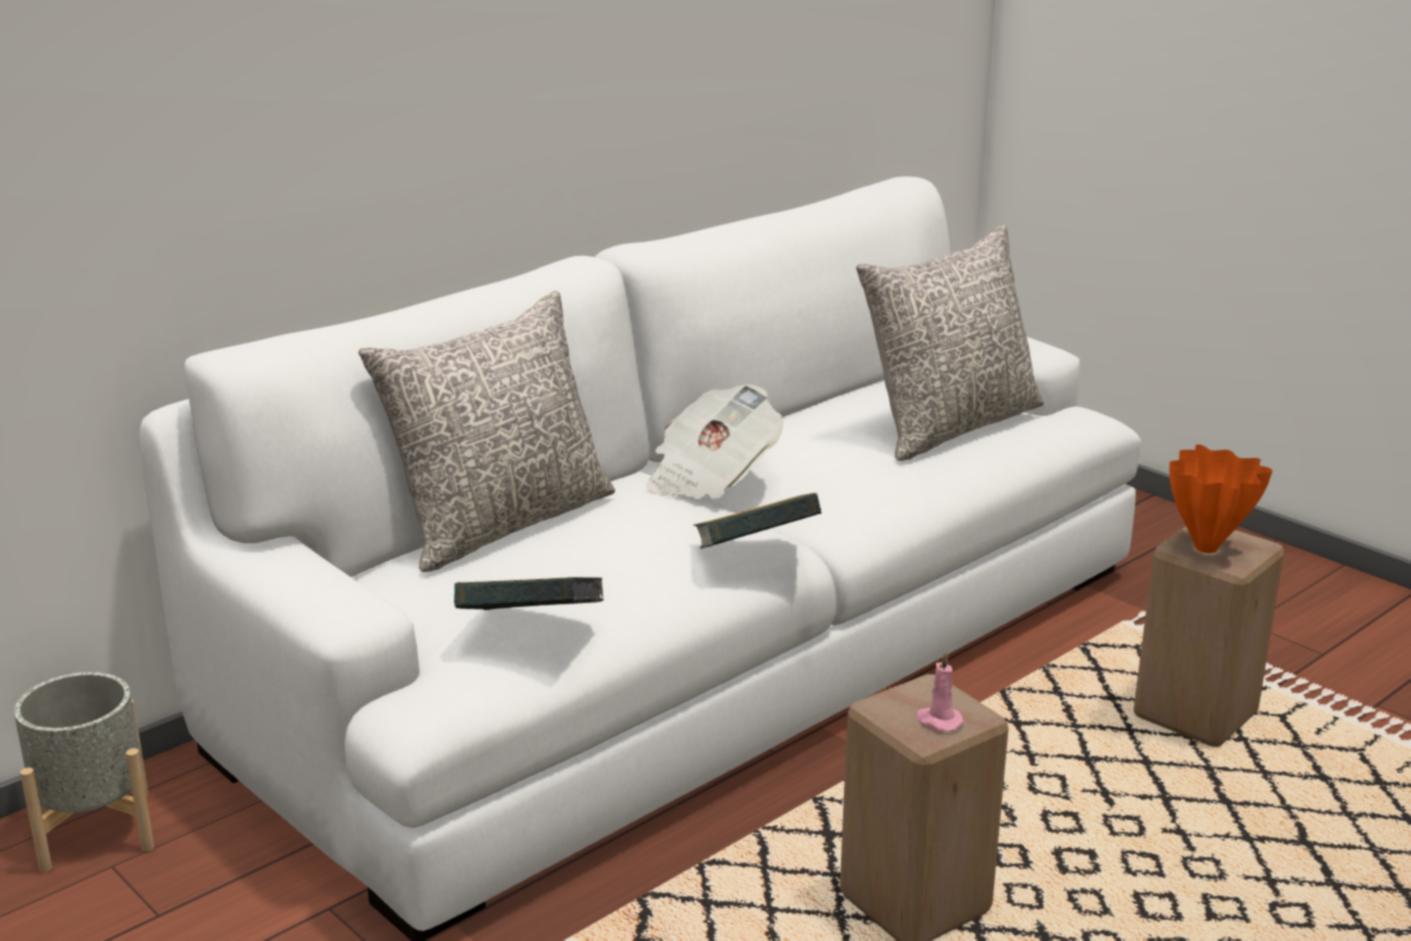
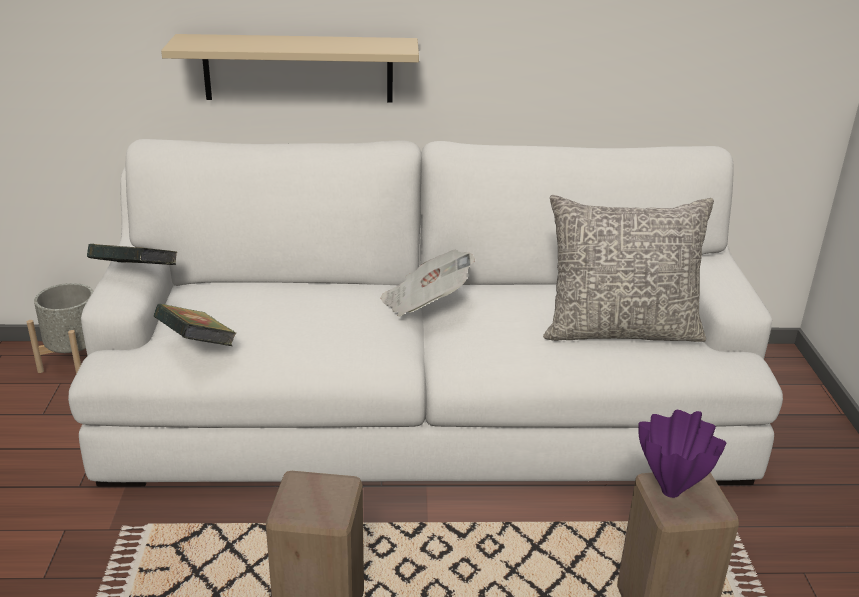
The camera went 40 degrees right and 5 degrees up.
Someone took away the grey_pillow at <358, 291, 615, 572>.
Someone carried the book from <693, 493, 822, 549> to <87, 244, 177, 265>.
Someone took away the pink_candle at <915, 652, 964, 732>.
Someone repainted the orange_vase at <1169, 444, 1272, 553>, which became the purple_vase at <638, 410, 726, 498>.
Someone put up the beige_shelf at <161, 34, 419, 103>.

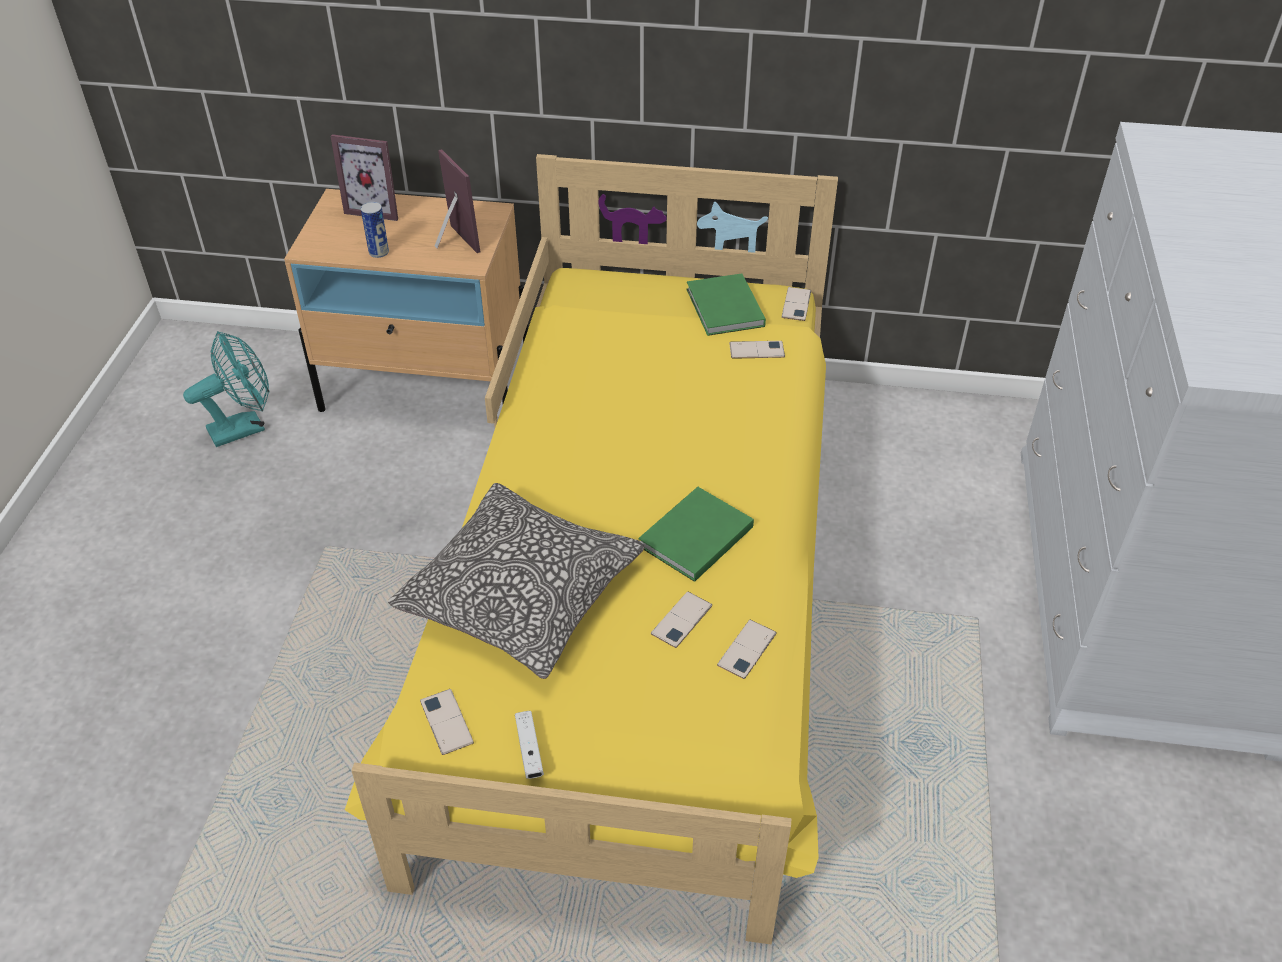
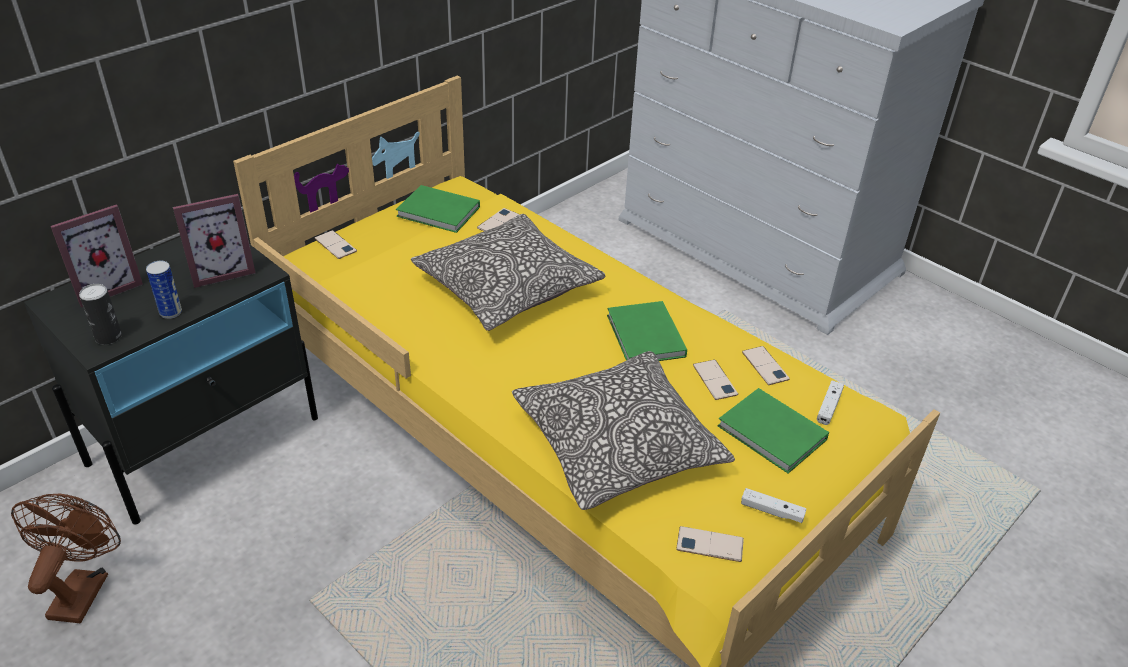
The camera went 55 degrees left and 5 degrees down.
Someone repainted the turquoise_fan at <183, 331, 270, 447>, which became the brown_fan at <11, 494, 121, 623>.
Someone repainted the beige_nightstand at <284, 189, 528, 412>, which became the black_nightstand at <24, 237, 318, 524>.
Someone rotated the picture_frame at <435, 149, 480, 253> by 150 degrees clockwise.
Someone carried the phone from <782, 287, 811, 321> to <315, 230, 357, 259>.
Someone put down the can at <79, 284, 122, 345>.
Someone put down the pillow at <411, 214, 605, 331>.
Someone put down the green_book at <717, 388, 829, 474>.
Someone put down the white_game_controller at <817, 381, 844, 425>.

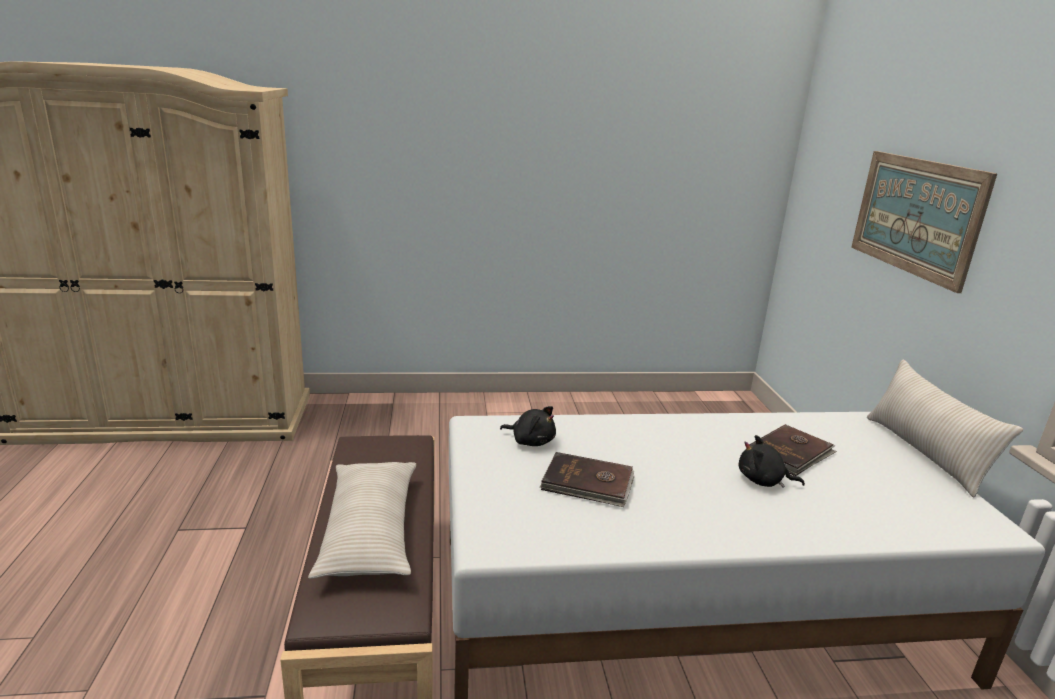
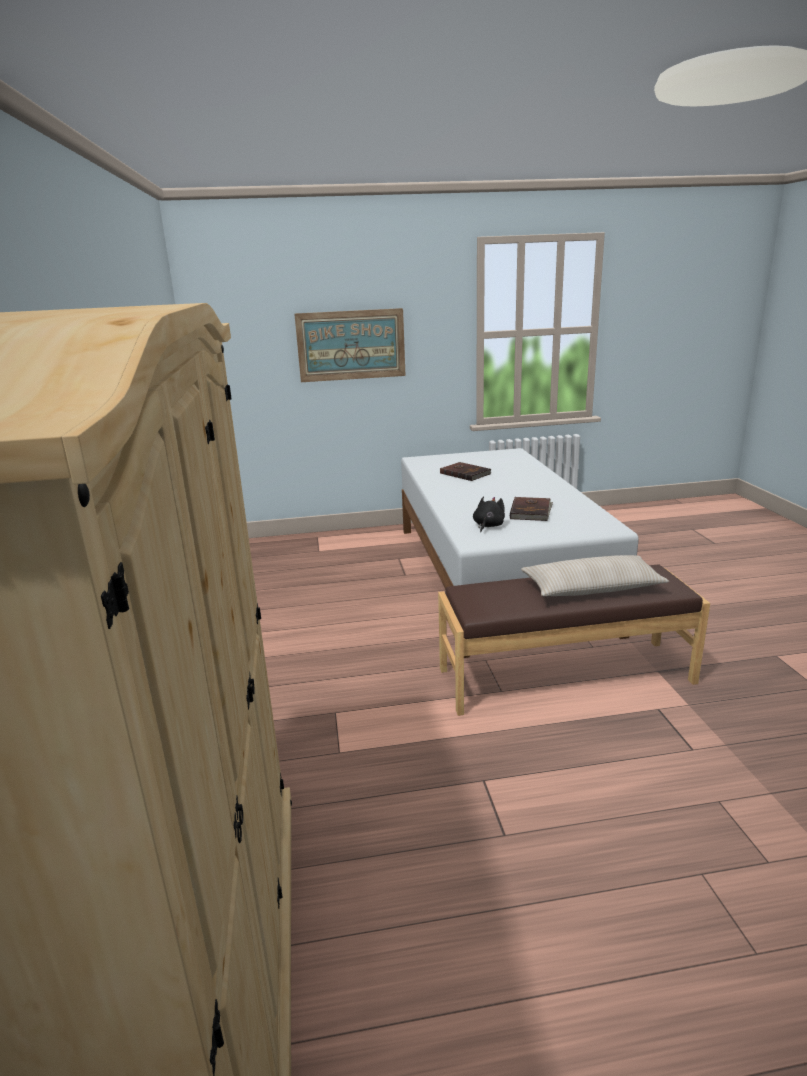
The camera went 90 degrees left and 0 degrees up.
Someone took away the black_plush_toy at <738, 435, 805, 488>.
Someone took away the beige_pillow at <867, 360, 1023, 497>.

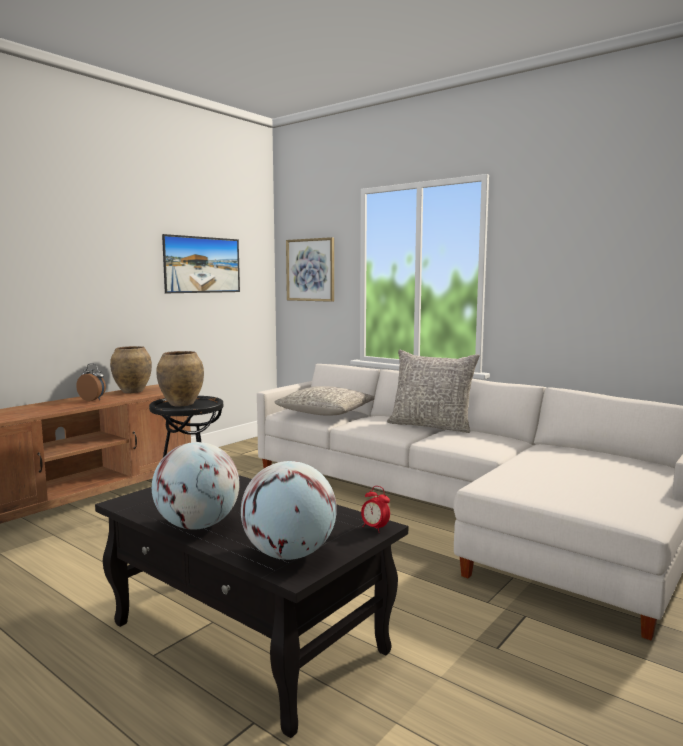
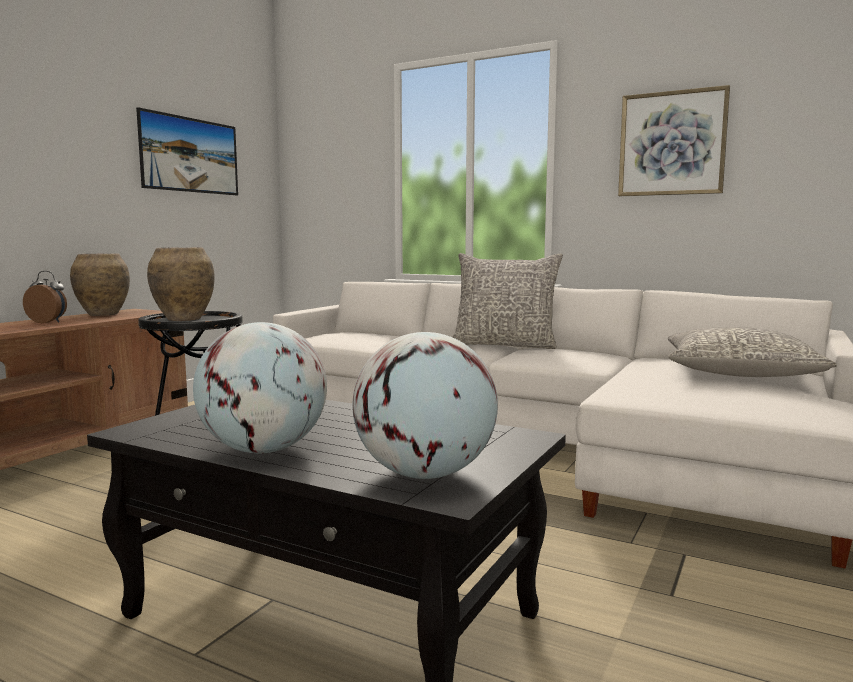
The camera went 10 degrees left and 0 degrees up.
Someone carried the grey_pillow from <275, 386, 375, 416> to <668, 327, 837, 377>.
Someone carried the picture from <286, 237, 334, 302> to <618, 85, 730, 196>.
Someone took away the alarm_clock at <361, 486, 390, 533>.

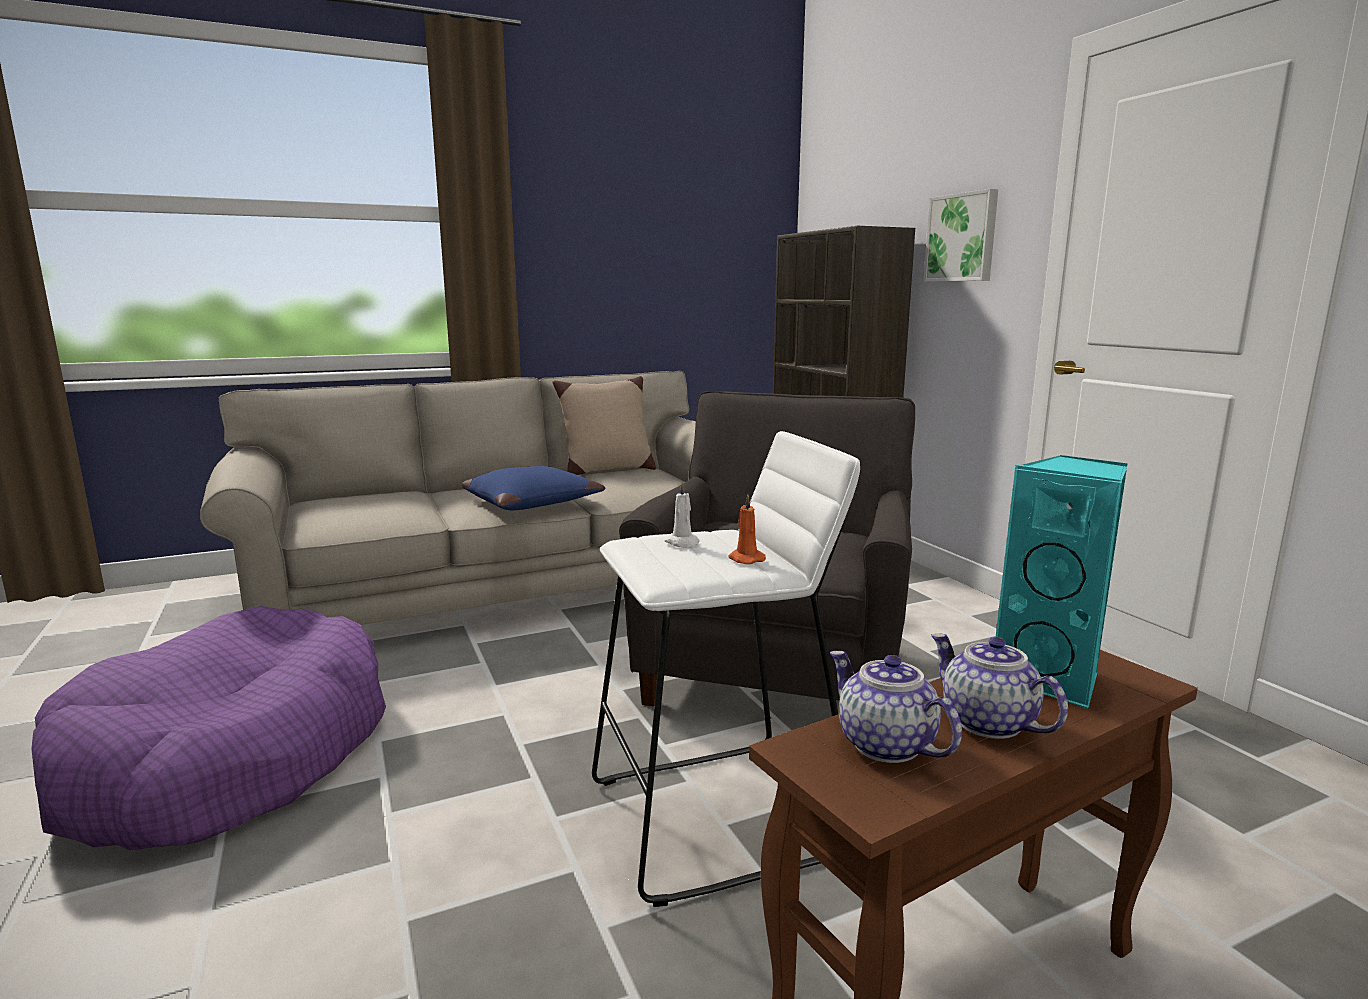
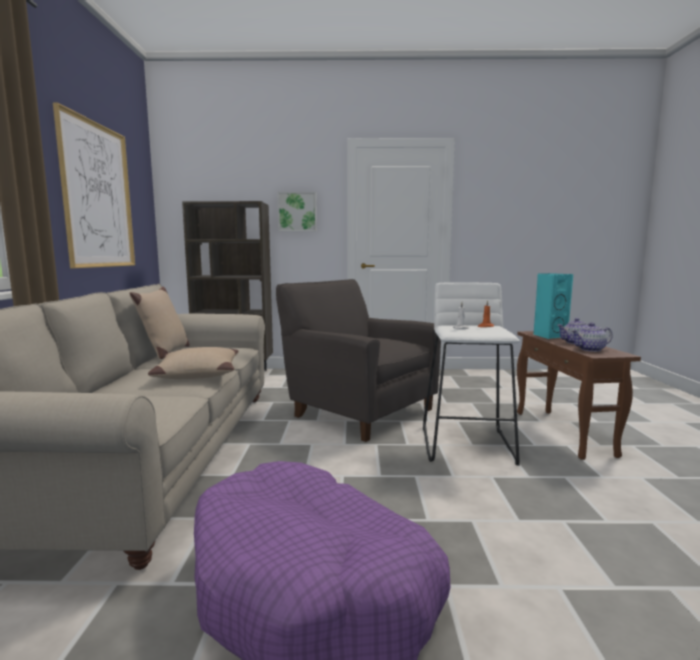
The camera went 65 degrees left and 5 degrees down.
Someone repainted the blue_pillow at <462, 466, 605, 510>, which became the beige_pillow at <148, 347, 239, 379>.
Someone put up the picture at <53, 102, 135, 268>.

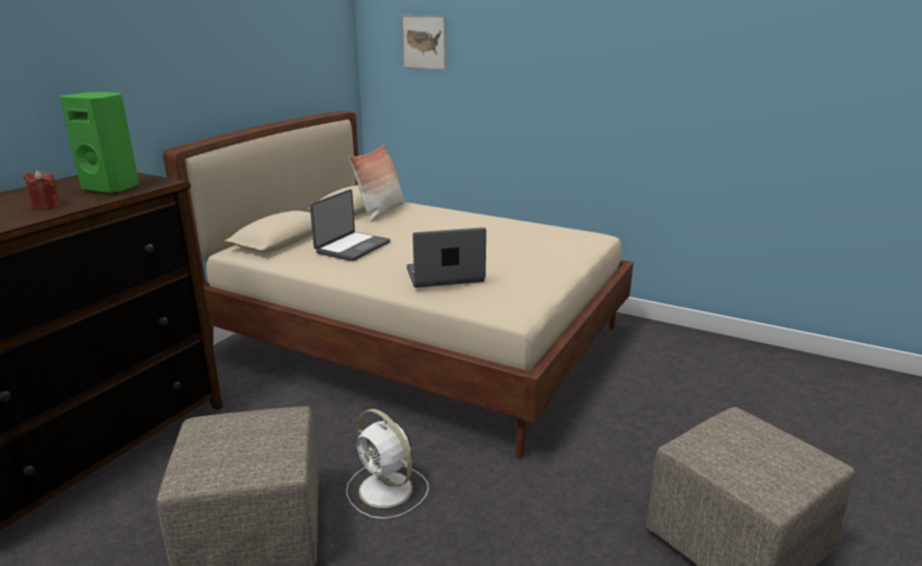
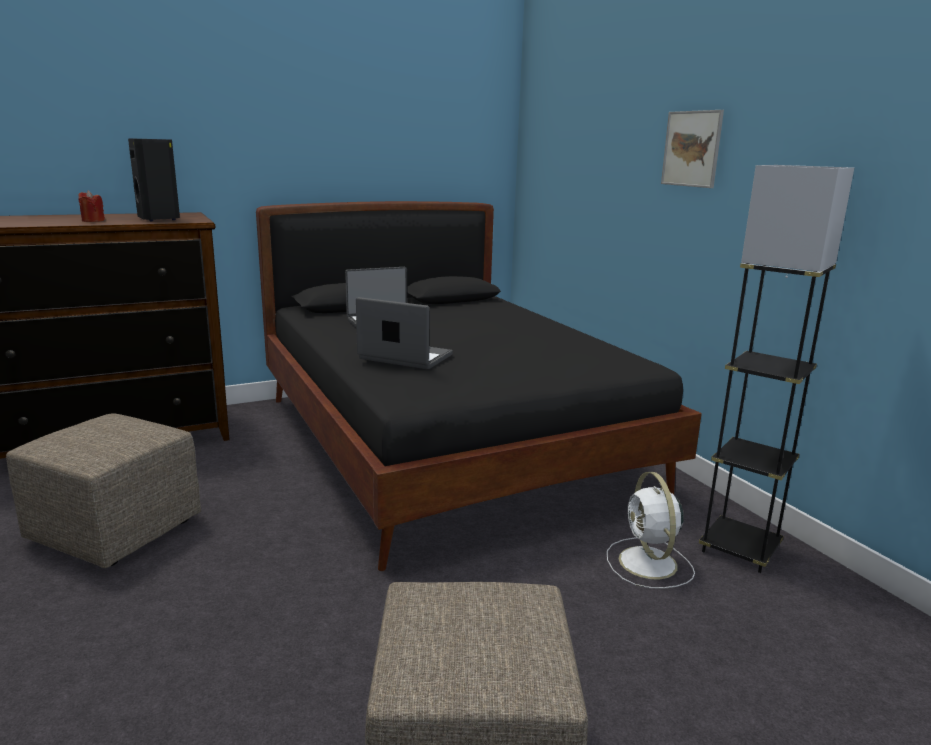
The camera went 35 degrees right and 5 degrees down.
Someone repainted the green_speaker at <60, 92, 139, 193>, which became the black_speaker at <128, 138, 180, 221>.
Someone repainted the beige_bed at <163, 111, 633, 458>, which became the black_bed at <256, 201, 702, 571>.
Someone carried the white_fan from <346, 409, 429, 519> to <607, 472, 695, 589>.
Someone took away the pillow at <349, 145, 404, 222>.
Someone carried the picture from <401, 15, 446, 70> to <661, 110, 724, 188>.
Someone put down the grey_floor_lamp at <699, 165, 854, 573>.

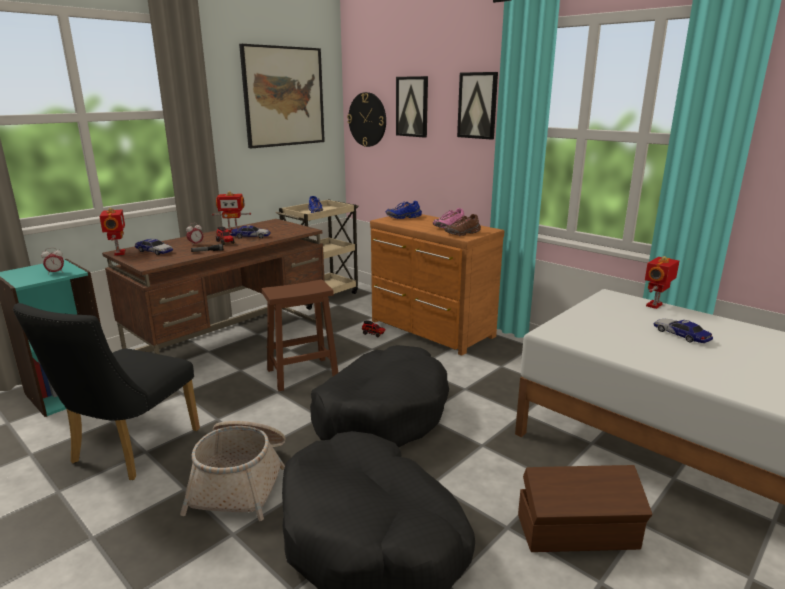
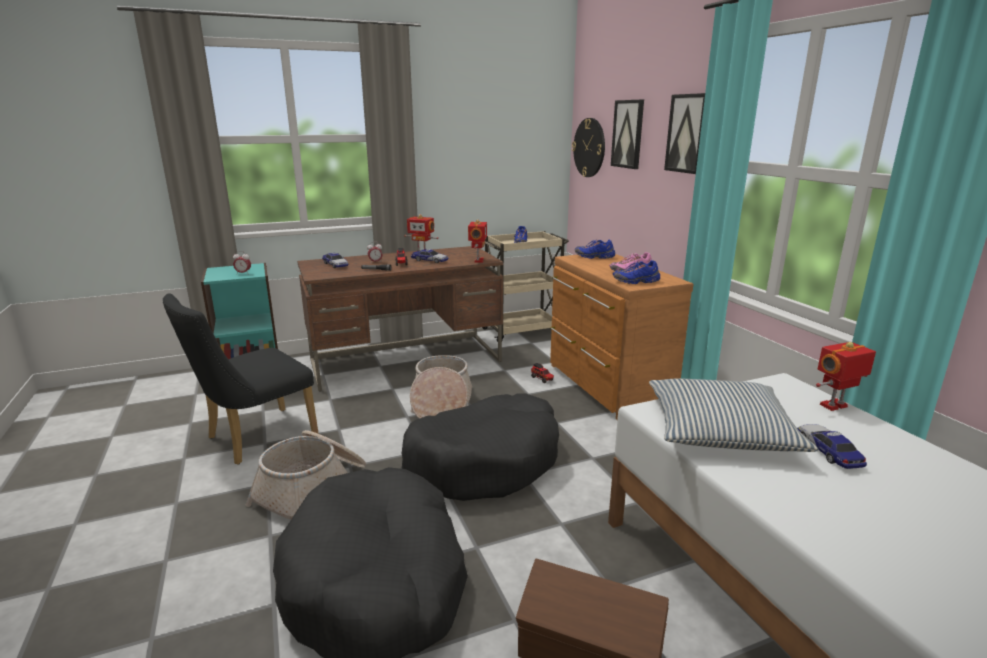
The camera went 25 degrees right and 0 degrees up.
Someone carried the toy_robot from <99, 208, 126, 256> to <468, 220, 487, 263>.
Someone took away the picture at <239, 44, 325, 148>.
Someone swapped the brown_stool at <262, 280, 338, 391> for the basket at <410, 355, 472, 419>.
Someone repainted the brown_shoe at <444, 214, 481, 236>, which became the blue_shoe at <613, 260, 660, 284>.
Someone put down the pillow at <649, 378, 819, 452>.

